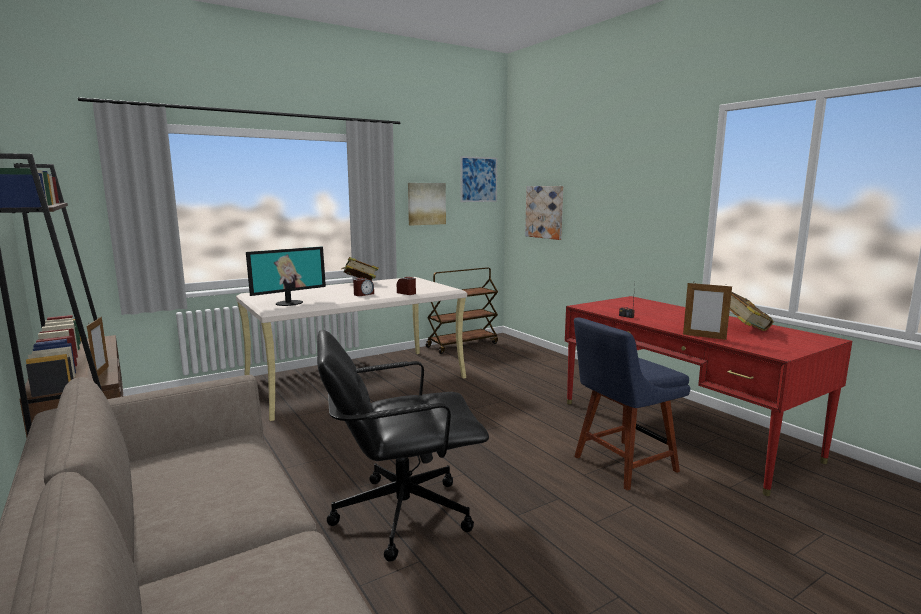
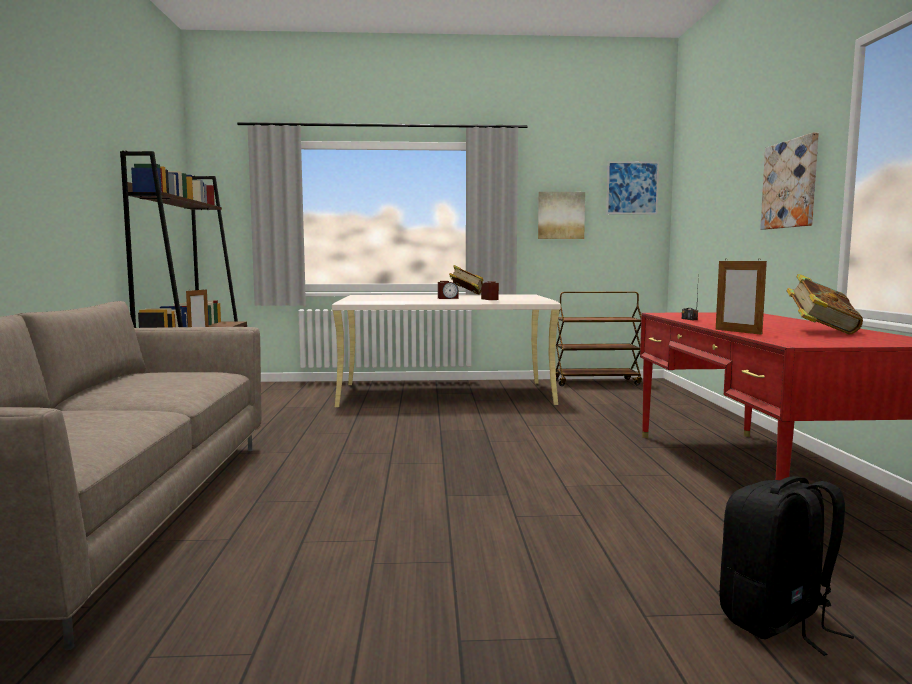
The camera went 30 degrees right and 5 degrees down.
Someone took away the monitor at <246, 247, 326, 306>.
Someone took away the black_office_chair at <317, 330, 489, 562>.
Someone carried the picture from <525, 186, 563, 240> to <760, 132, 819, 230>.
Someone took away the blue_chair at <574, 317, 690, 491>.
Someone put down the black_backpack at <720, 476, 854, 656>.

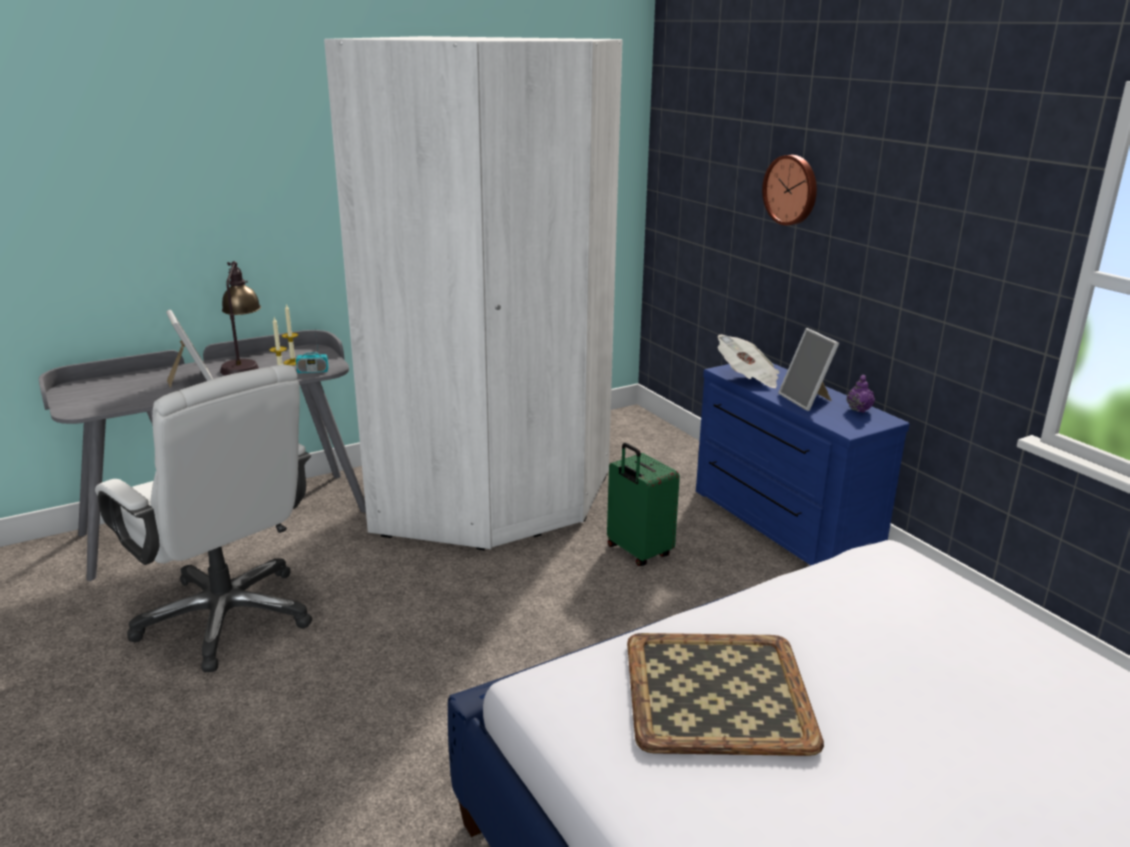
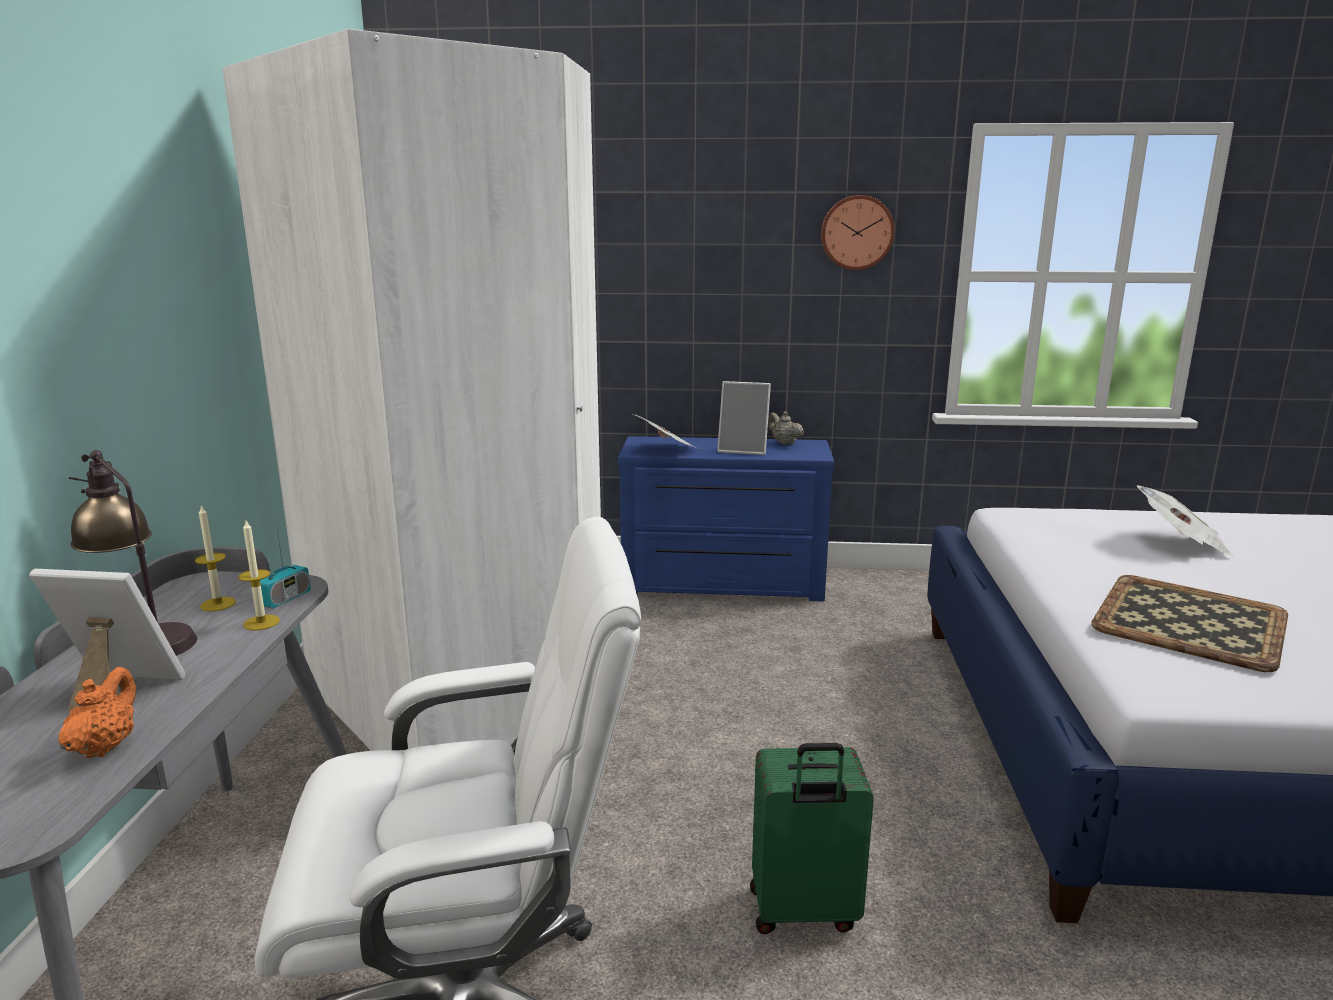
The camera went 55 degrees left and 5 degrees down.
Someone carried the green_suitcase from <607, 443, 680, 566> to <750, 743, 874, 934>.
Someone carried the wall_clock from <762, 155, 817, 225> to <821, 195, 895, 270>.
Someone repainted the purple_teapot at <846, 375, 875, 413>, which became the beige_teapot at <768, 412, 804, 445>.
Someone put down the orange_teapot at <59, 667, 136, 758>.
Someone put down the newspaper at <1137, 485, 1233, 555>.

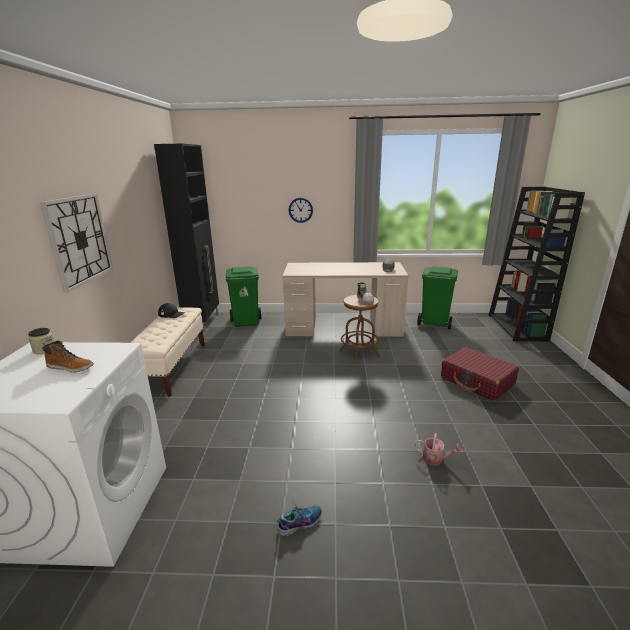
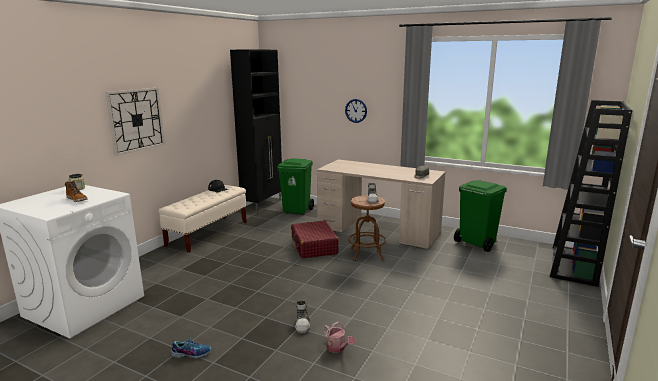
The camera went 25 degrees right and 5 degrees down.
Someone carried the red_suitcase from <441, 347, 519, 401> to <291, 220, 339, 259>.
Someone put down the shoe at <295, 301, 310, 333>.

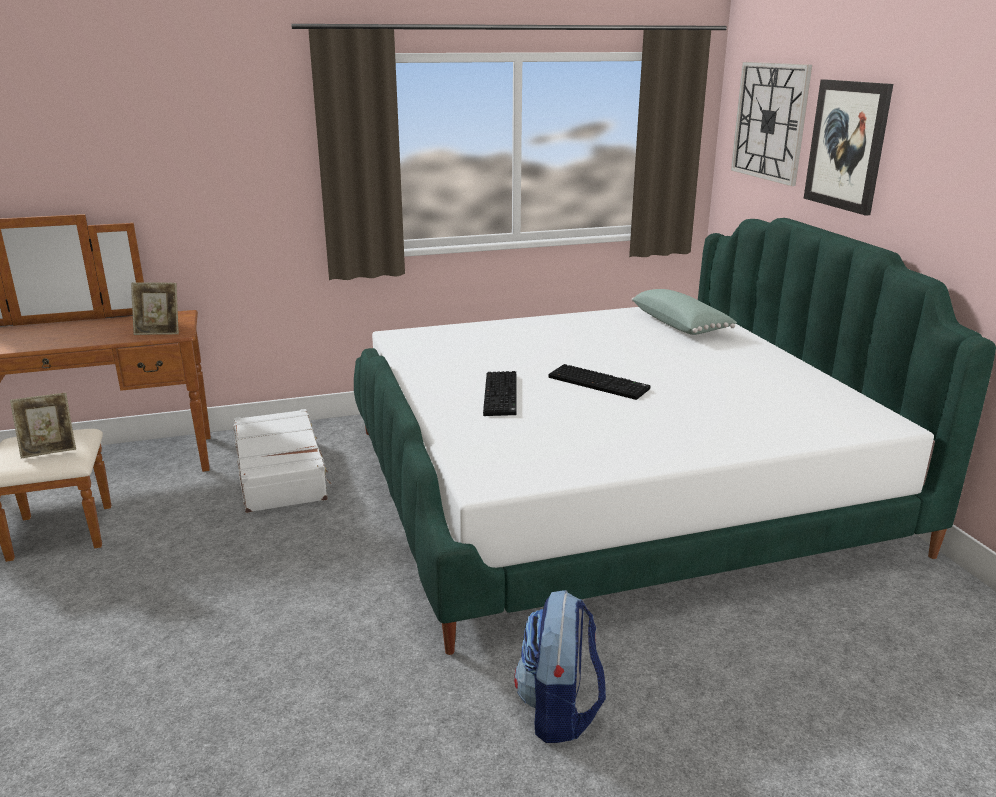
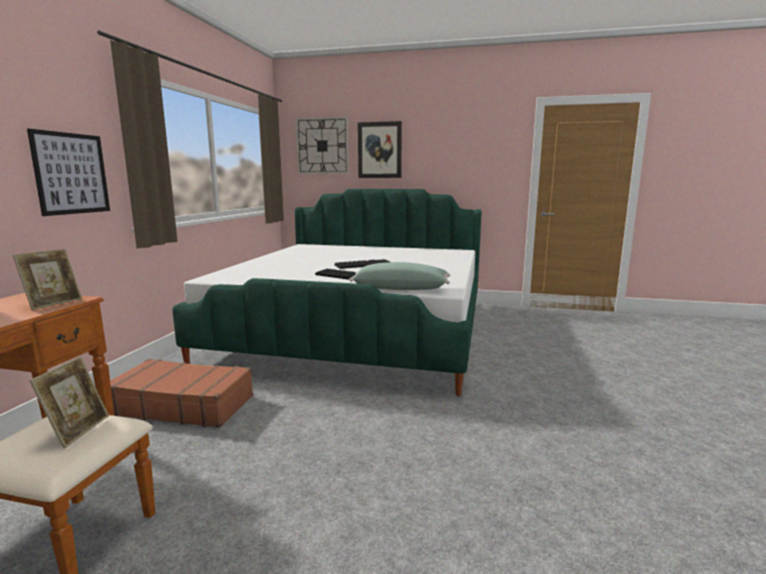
The camera went 60 degrees left and 10 degrees down.
Someone repainted the white_suitcase at <234, 409, 332, 513>, which became the brown_suitcase at <110, 359, 253, 428>.
Someone took away the backpack at <514, 590, 606, 743>.
Someone carried the green_pillow from <632, 289, 737, 335> to <349, 262, 450, 290>.
Someone put up the picture at <27, 129, 110, 216>.

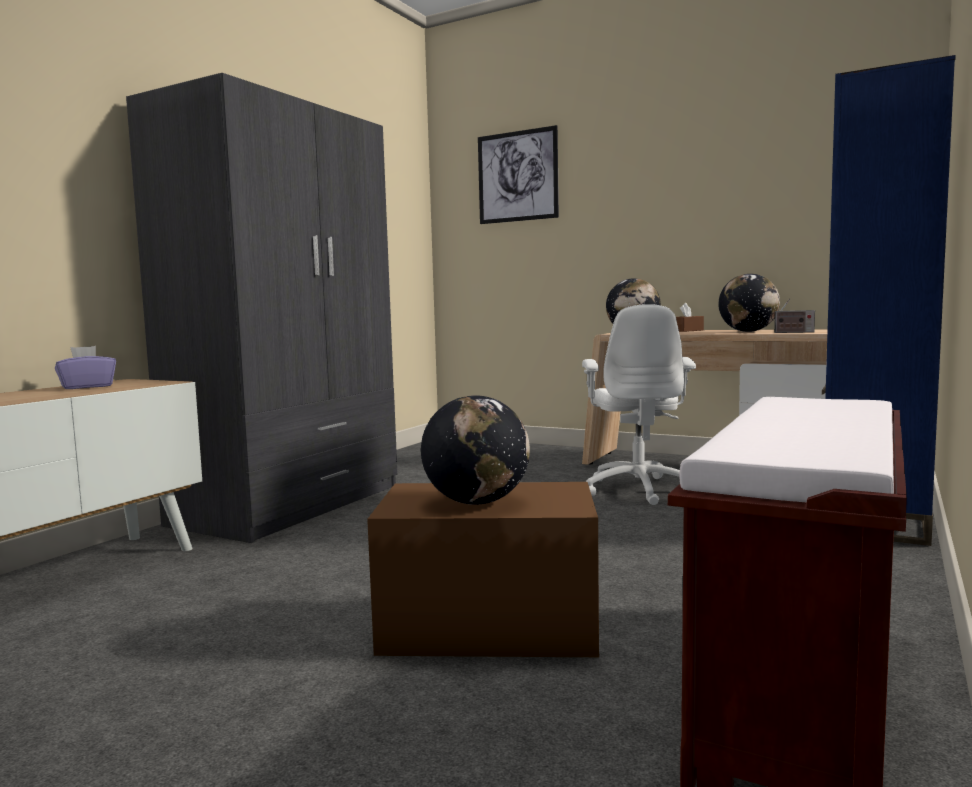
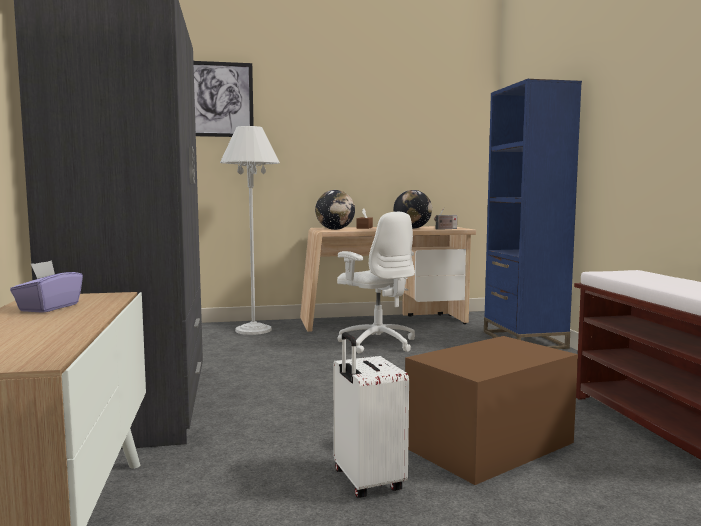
The camera went 40 degrees left and 0 degrees up.
Someone took away the globe at <421, 395, 530, 505>.
Someone put down the white_floor_lamp at <220, 126, 280, 335>.
Someone put down the white_suitcase at <333, 332, 409, 498>.

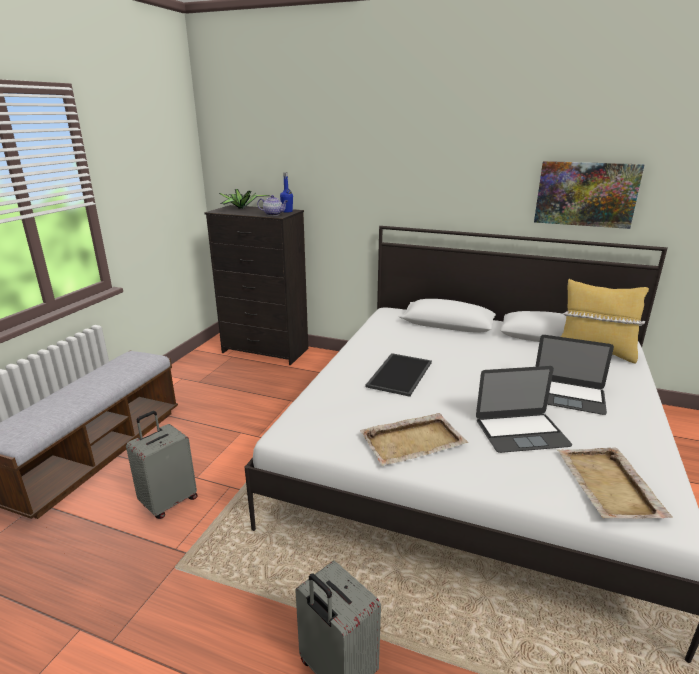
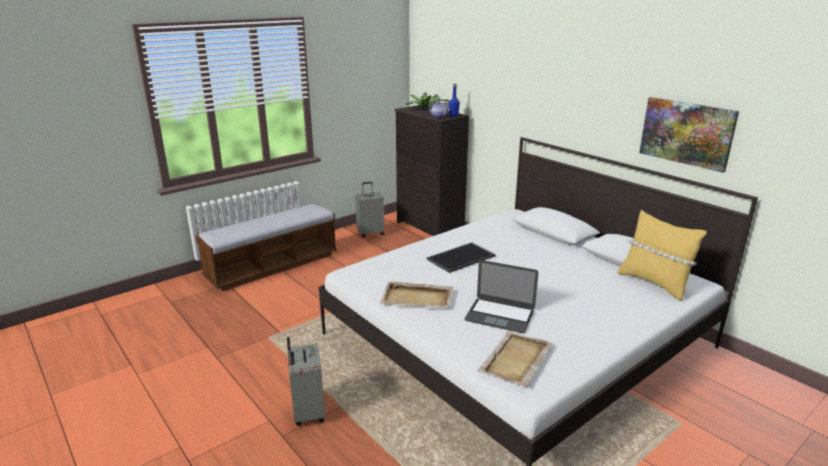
The camera went 30 degrees right and 0 degrees up.
Someone carried the grey_suitcase from <126, 411, 197, 519> to <355, 182, 385, 238>.
Someone took away the laptop at <535, 335, 614, 415>.

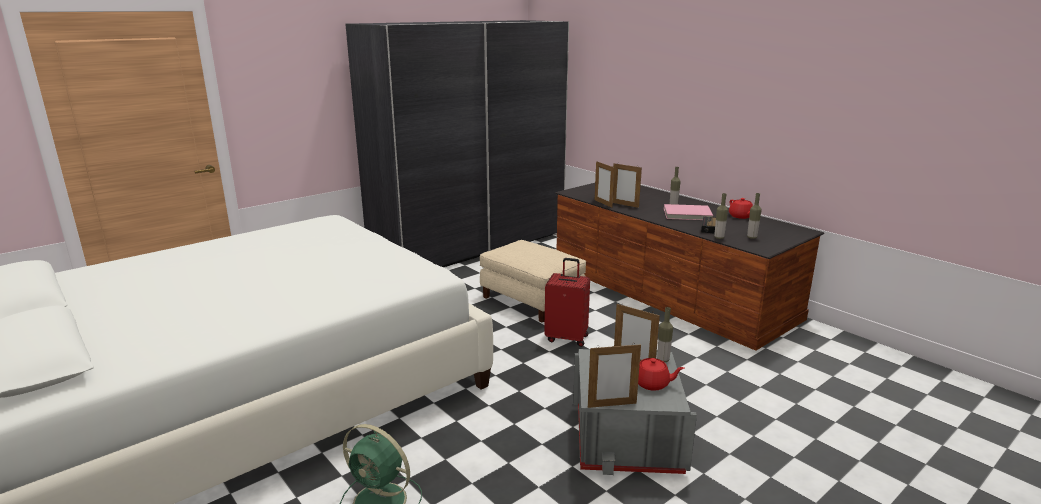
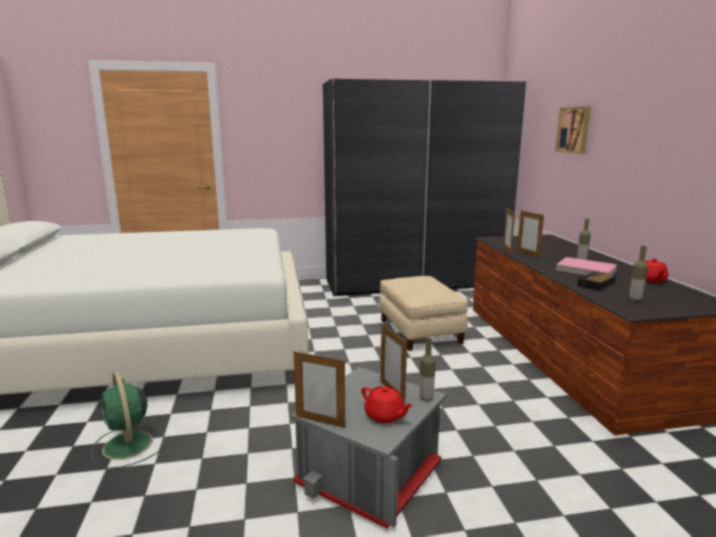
The camera went 30 degrees right and 5 degrees down.
Someone took away the red_suitcase at <544, 258, 590, 347>.
Someone took away the bottle at <714, 193, 728, 239>.
Someone put up the picture at <555, 107, 591, 154>.

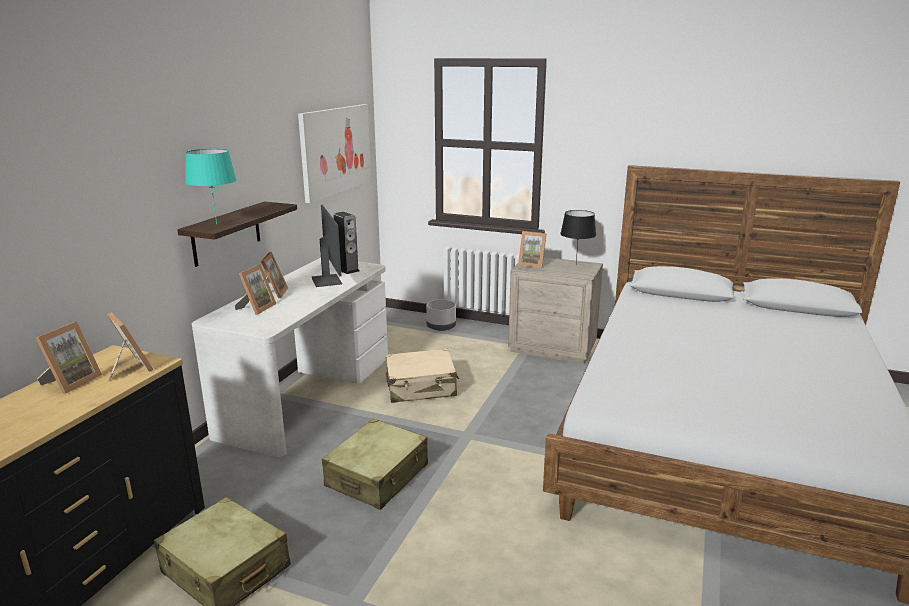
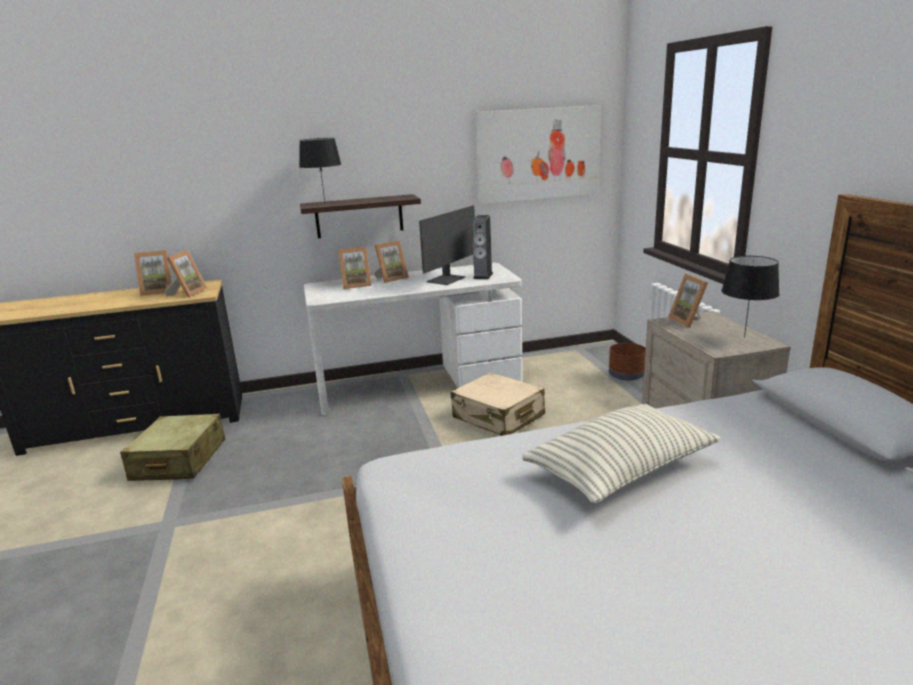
The camera went 55 degrees right and 0 degrees up.
Someone repainted the turquoise_table_lamp at <185, 149, 237, 224>, which became the black_table_lamp at <299, 138, 341, 202>.
Someone took away the beige_suitcase at <322, 419, 428, 510>.
Someone repainted the grey_planter at <426, 300, 456, 331>, which became the brown_planter at <609, 343, 646, 381>.
Someone put down the pillow at <522, 404, 721, 504>.

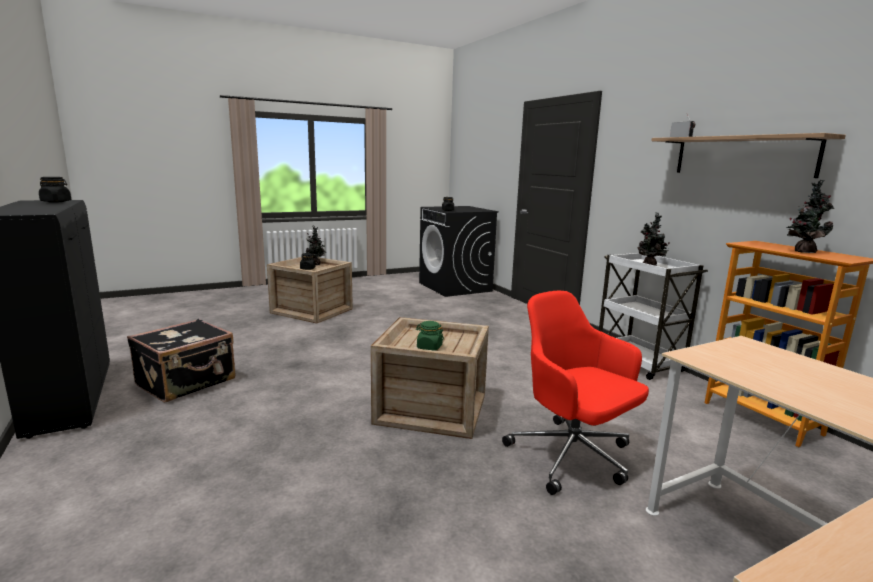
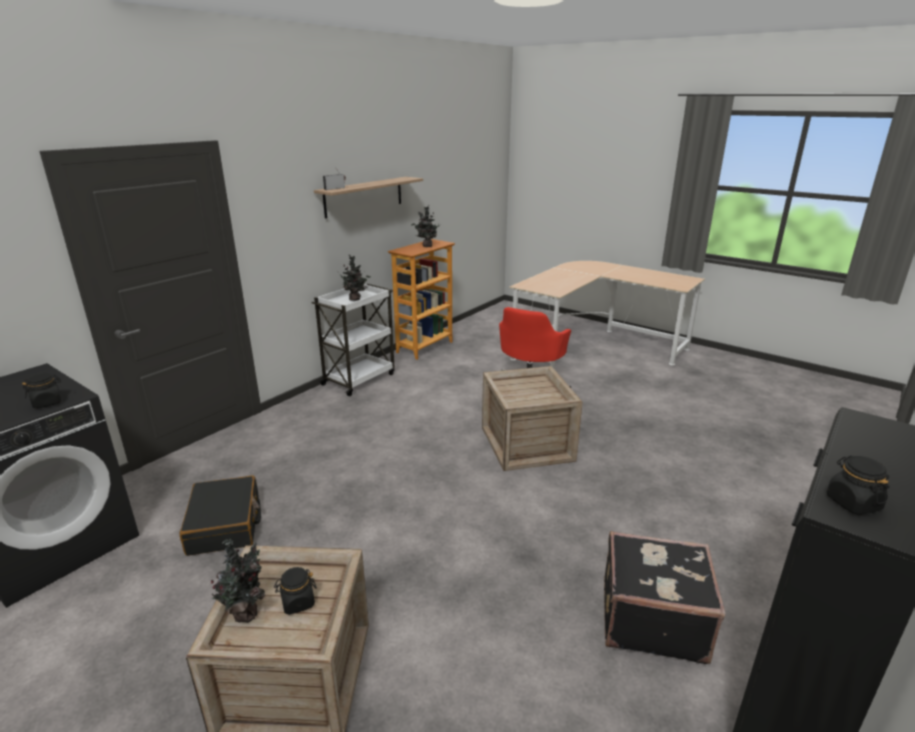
The camera went 115 degrees left and 10 degrees up.
Someone took away the green_jar at <416, 321, 444, 351>.
Someone put down the black_suitcase at <180, 475, 261, 556>.

